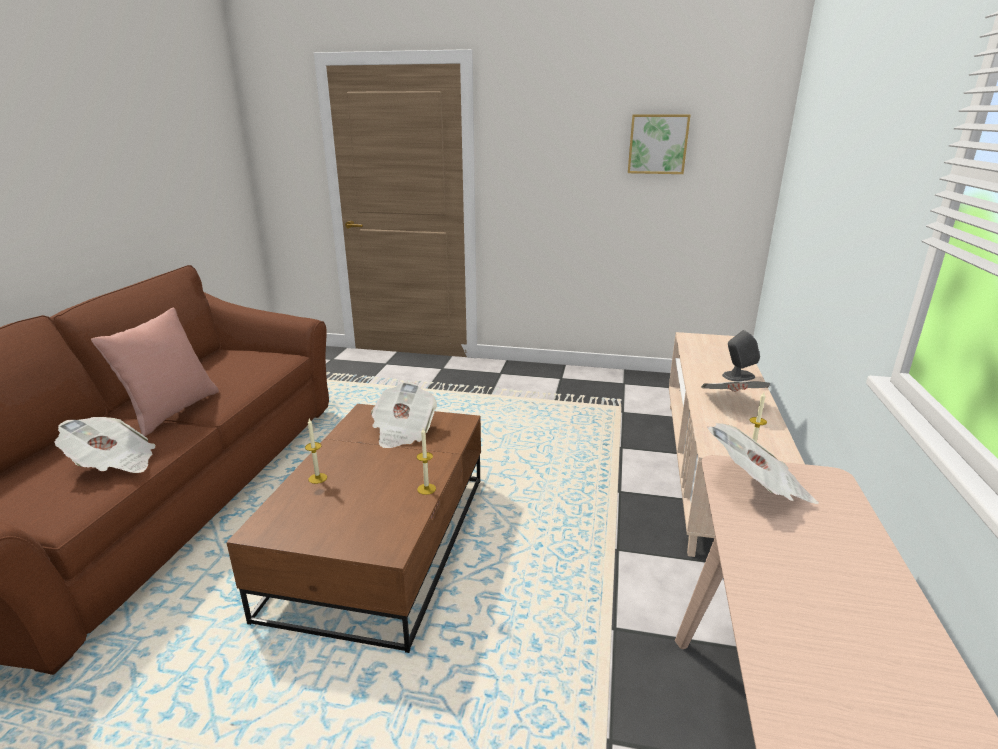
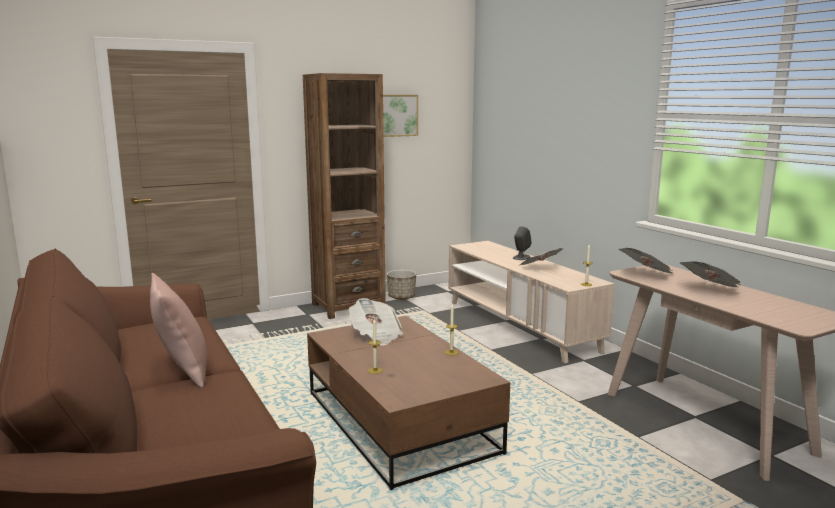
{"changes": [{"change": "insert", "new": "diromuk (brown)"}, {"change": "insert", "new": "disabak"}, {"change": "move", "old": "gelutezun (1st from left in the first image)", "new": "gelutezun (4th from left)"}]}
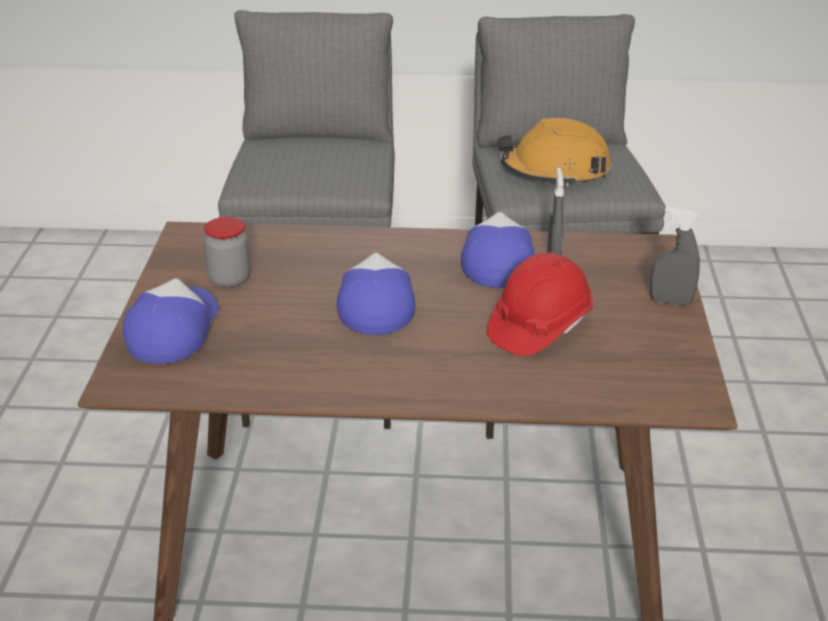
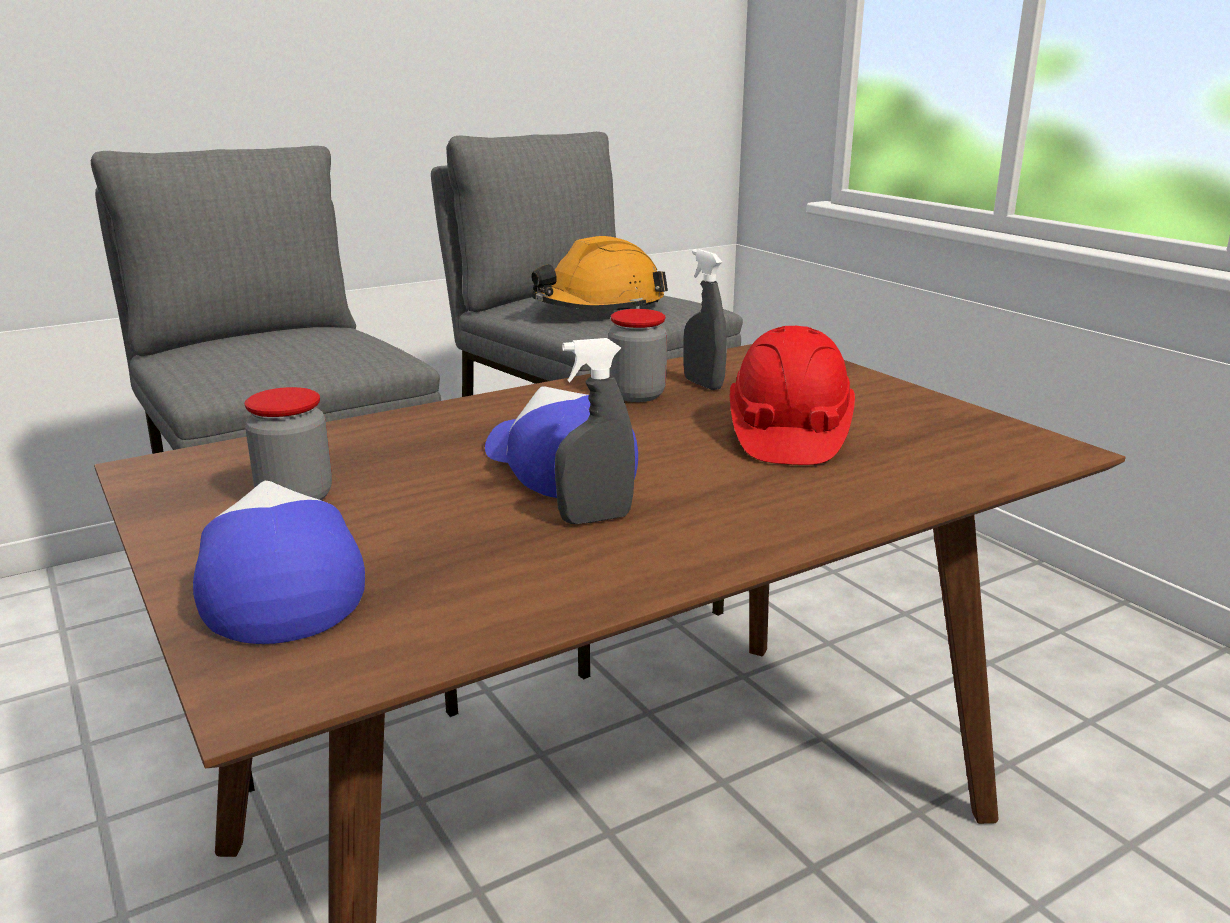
{"changes": [{"change": "move", "old": "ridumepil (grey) (2nd from left in the first image)", "new": "ridumepil (grey) (1st from left)"}, {"change": "replace", "old": "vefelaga (3rd from left)", "new": "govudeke (2nd from left)"}]}
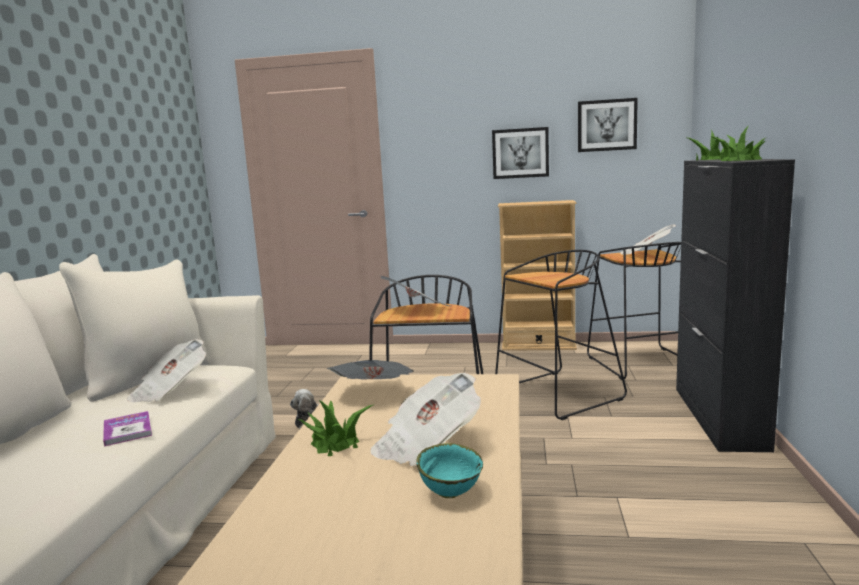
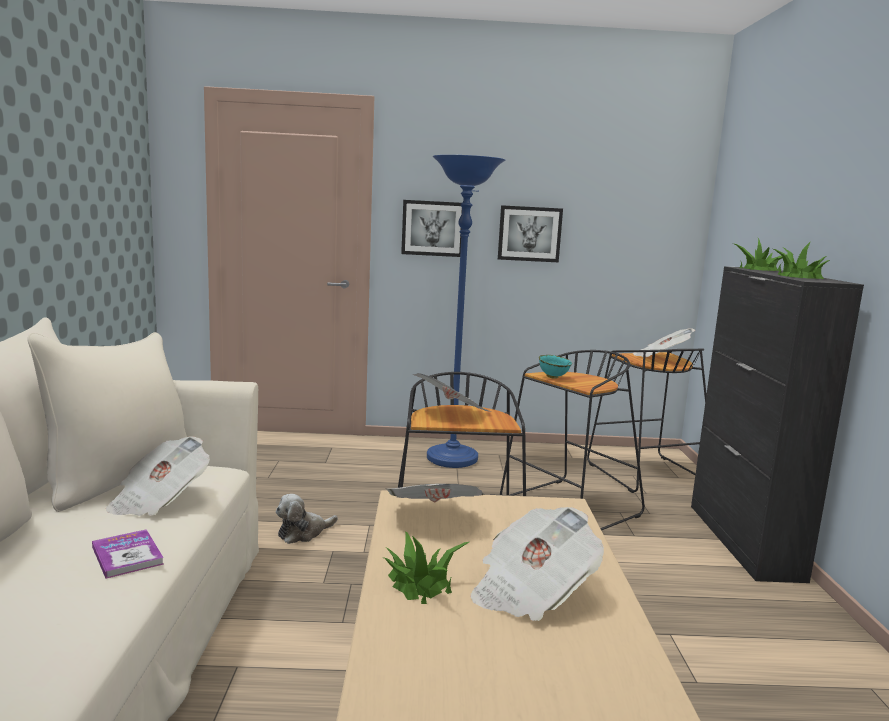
{"changes": [{"change": "move", "old": "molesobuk (2nd from left in the first image)", "new": "molesobuk (1st from left)"}, {"change": "insert", "new": "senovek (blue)"}, {"change": "move", "old": "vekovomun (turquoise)"}, {"change": "delete", "old": "diromuk (beige)"}]}
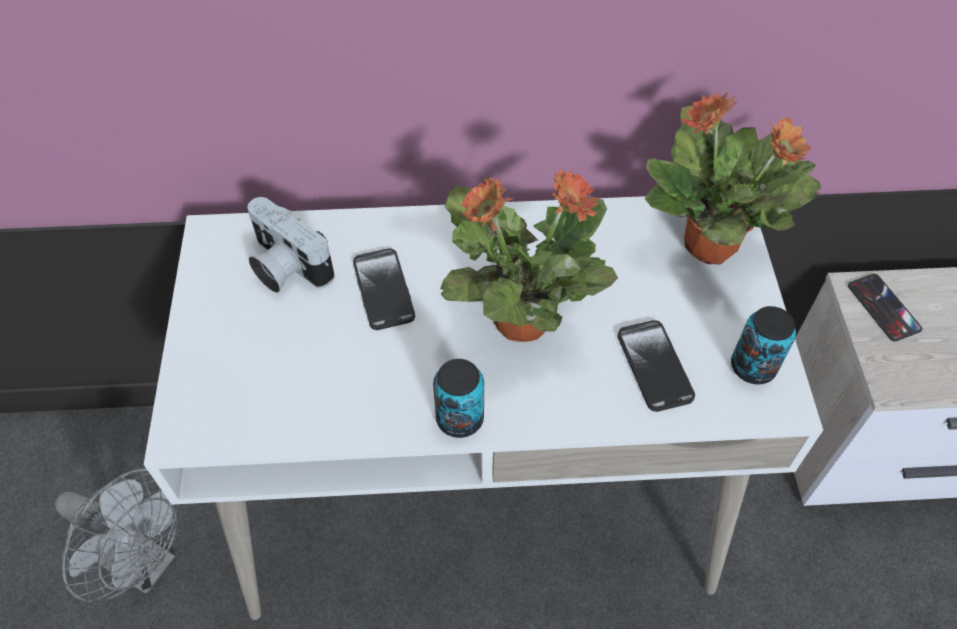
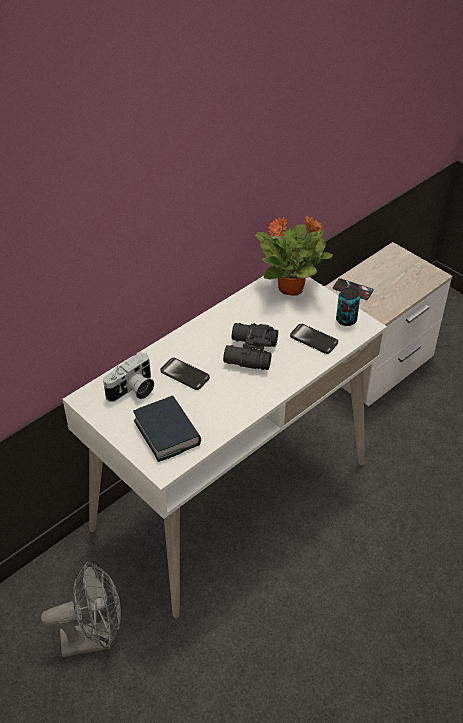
{"changes": [{"change": "rotate", "old": "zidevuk", "degrees": -45}, {"change": "insert", "new": "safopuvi"}, {"change": "replace", "old": "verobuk (1st from left)", "new": "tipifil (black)"}, {"change": "delete", "old": "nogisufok (1st from left)"}]}
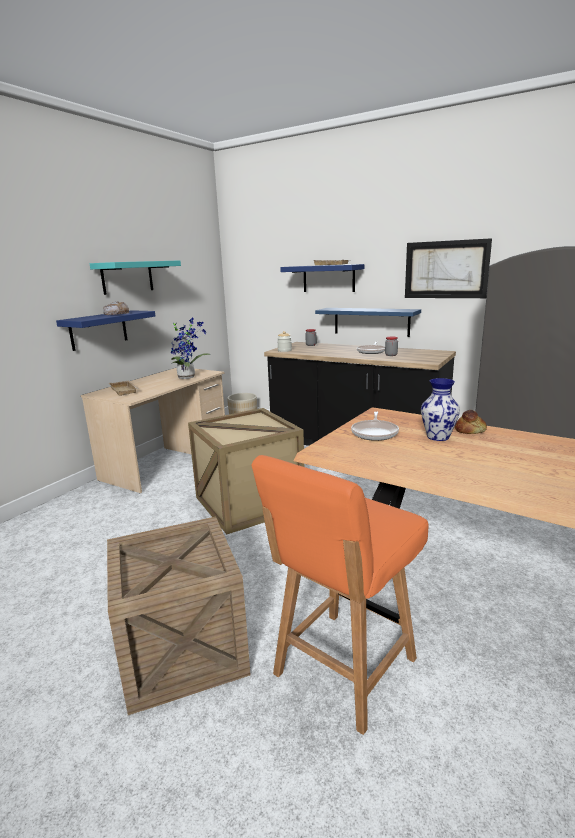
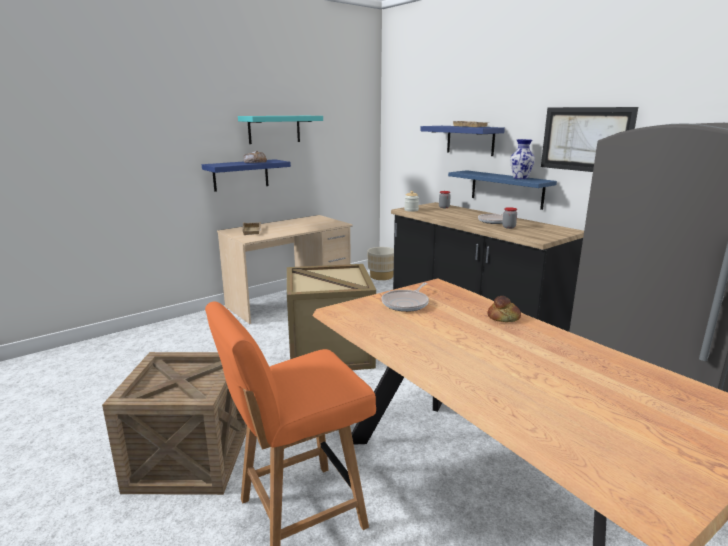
{"changes": [{"change": "move", "old": "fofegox"}, {"change": "delete", "old": "verobuk"}]}
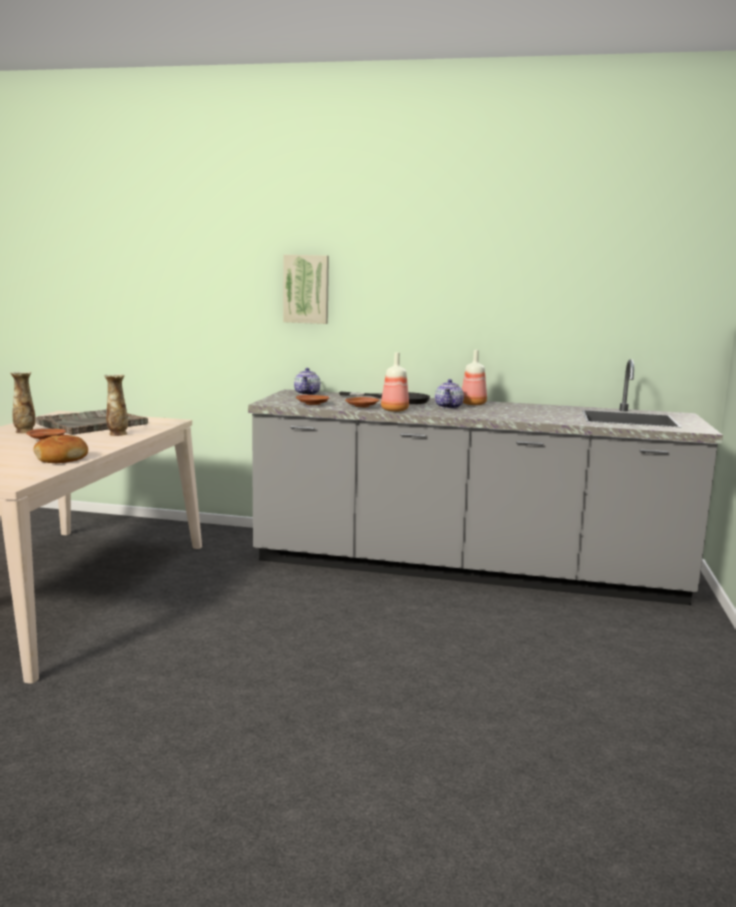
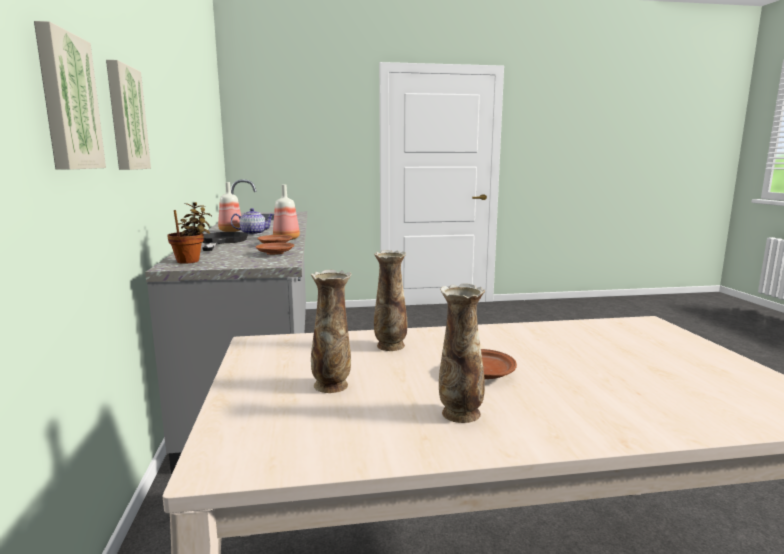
{"changes": [{"change": "insert", "new": "molesobuk (1st from left)"}, {"change": "replace", "old": "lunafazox (1st from left)", "new": "verobuk"}, {"change": "replace", "old": "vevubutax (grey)", "new": "fofegox (1st from left)"}, {"change": "delete", "old": "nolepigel"}]}
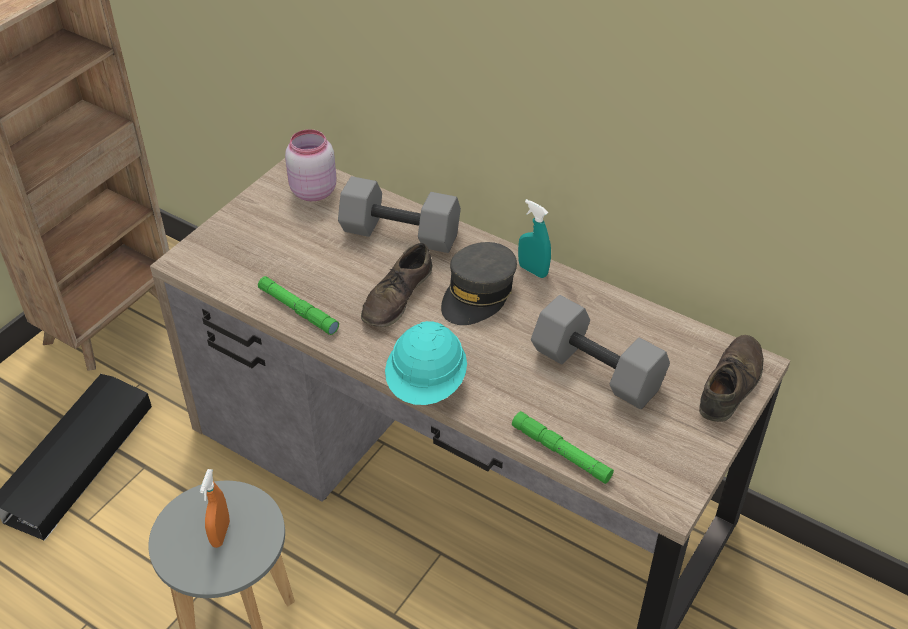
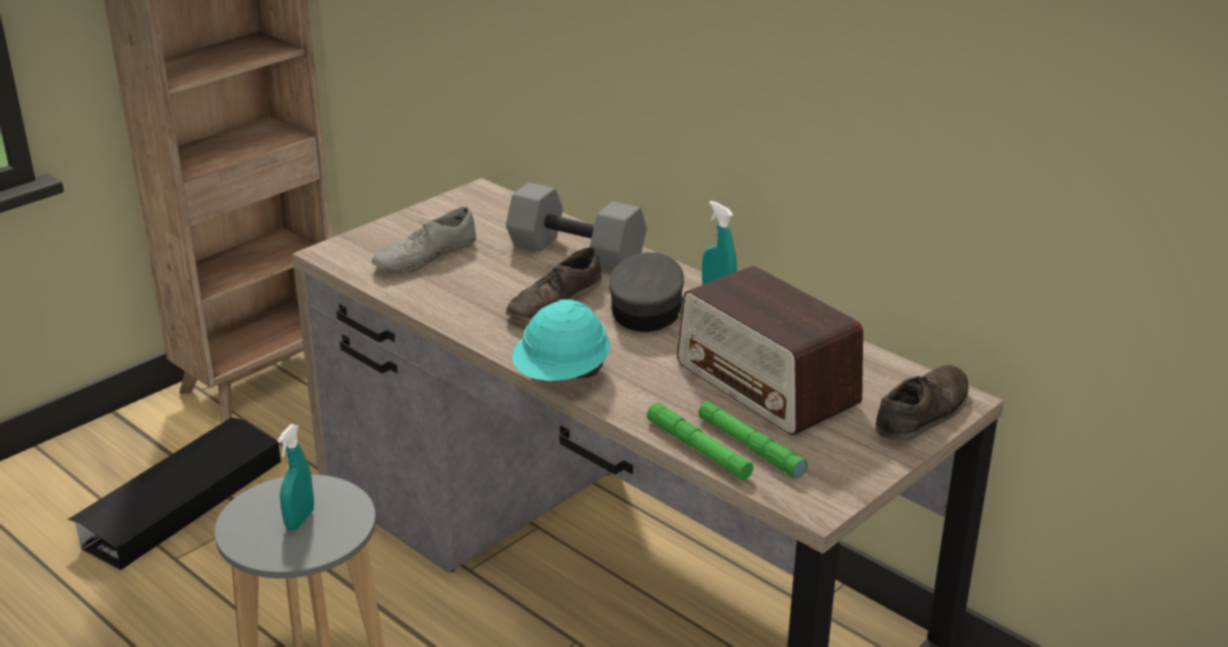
{"changes": [{"change": "recolor", "old": "ridumepil (orange)", "new": "ridumepil (turquoise) (1st from left)"}, {"change": "insert", "new": "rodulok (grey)"}, {"change": "rotate", "old": "vefelaga (grey)", "degrees": 150}, {"change": "replace", "old": "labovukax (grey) (2nd from left)", "new": "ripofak"}, {"change": "move", "old": "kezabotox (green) (1st from left in the first image)", "new": "kezabotox (green) (2nd from left)"}, {"change": "delete", "old": "govudeke (pink)"}]}
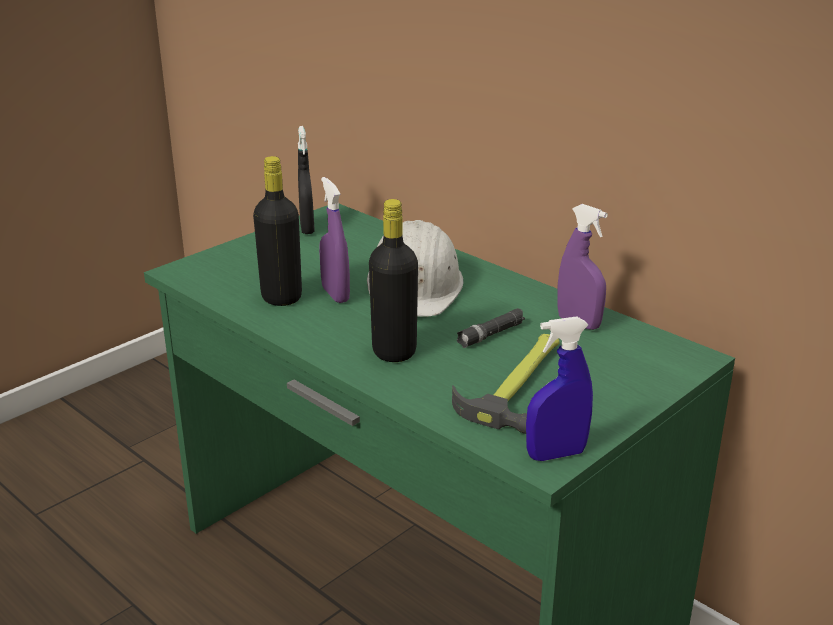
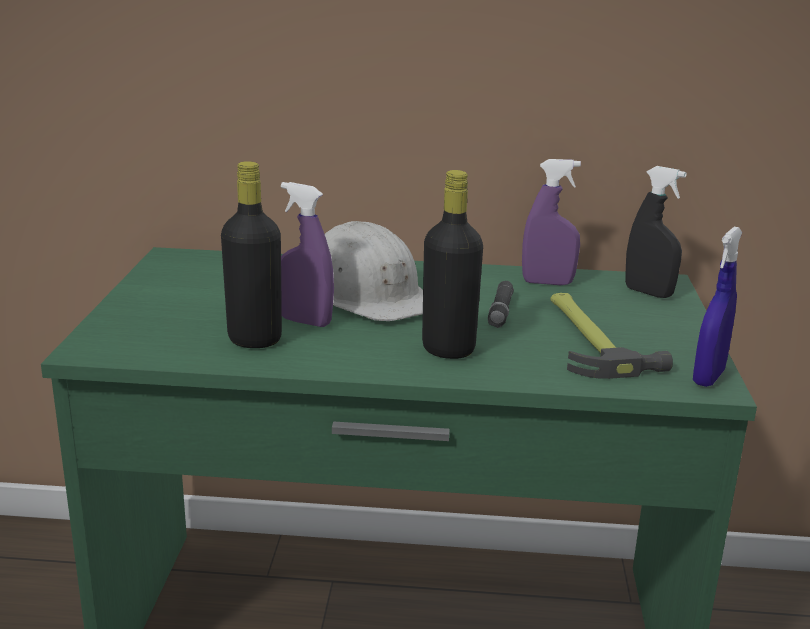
{"changes": [{"change": "move", "old": "ridumepil (black)"}]}
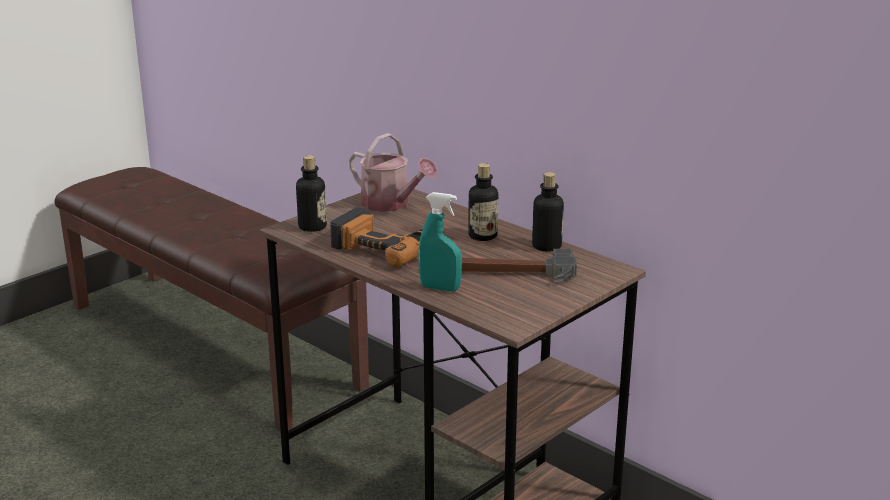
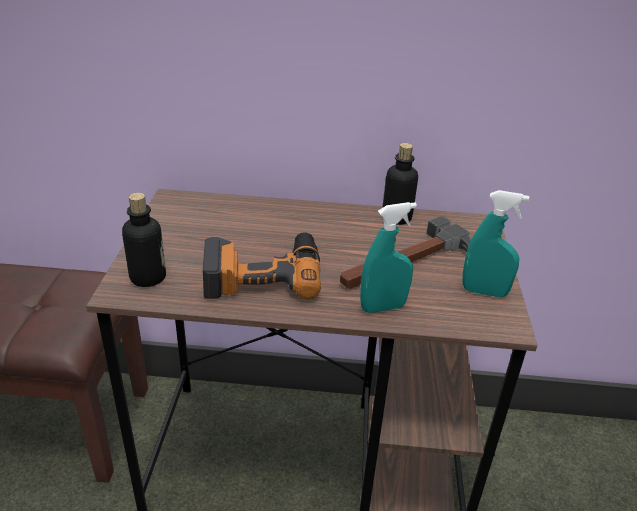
{"changes": [{"change": "insert", "new": "ridumepil (turquoise) (2nd from left)"}, {"change": "delete", "old": "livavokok"}, {"change": "delete", "old": "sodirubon (2nd from left)"}]}
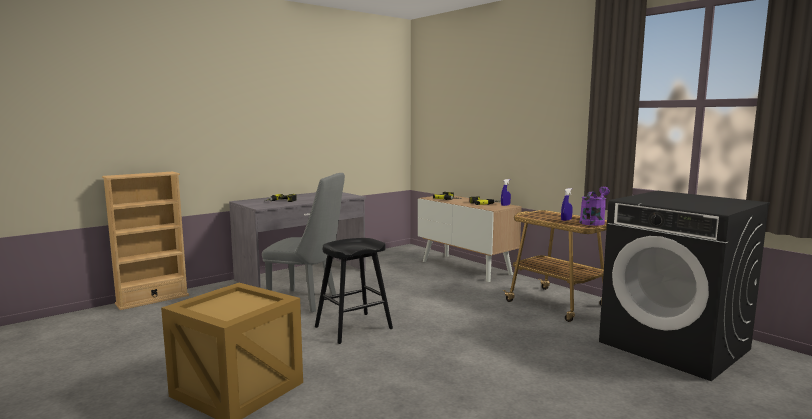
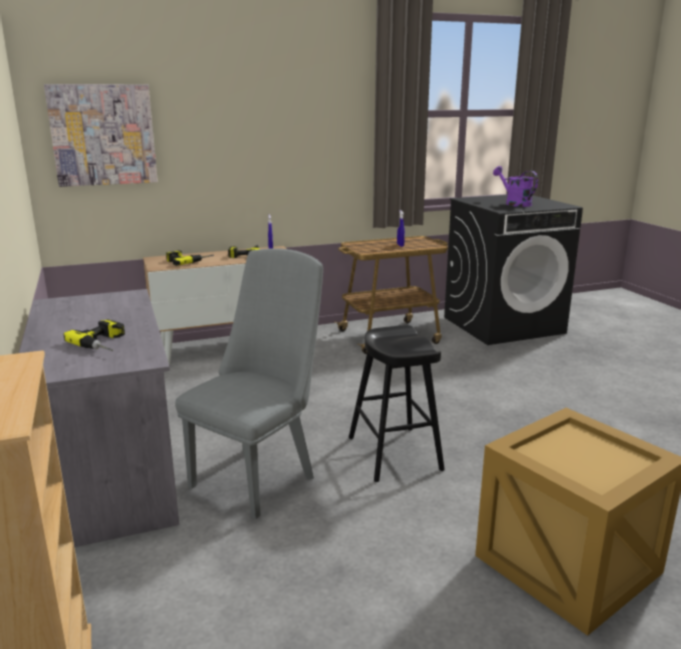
{"changes": [{"change": "insert", "new": "molesobuk"}, {"change": "move", "old": "livavokok (purple)"}]}
